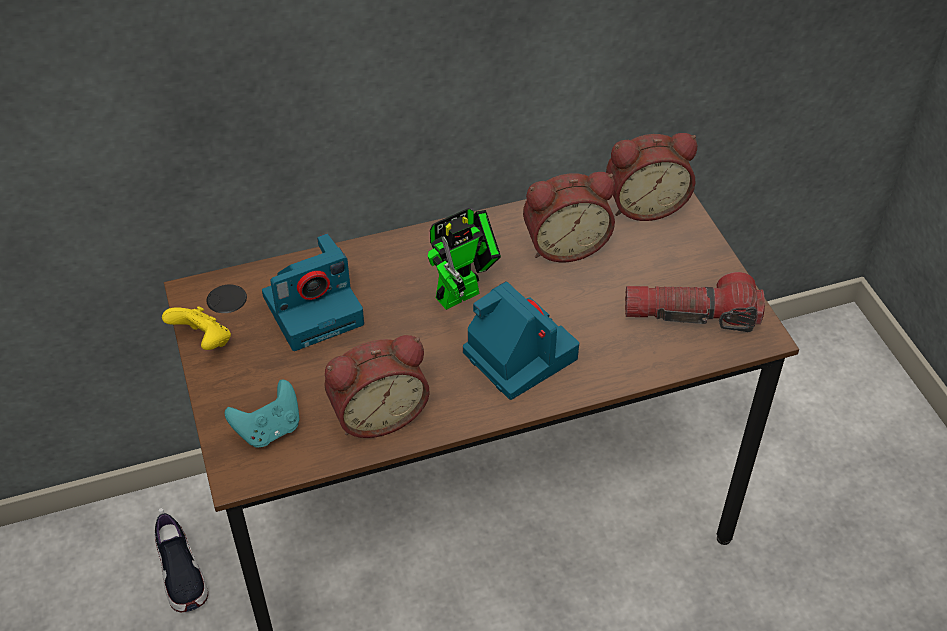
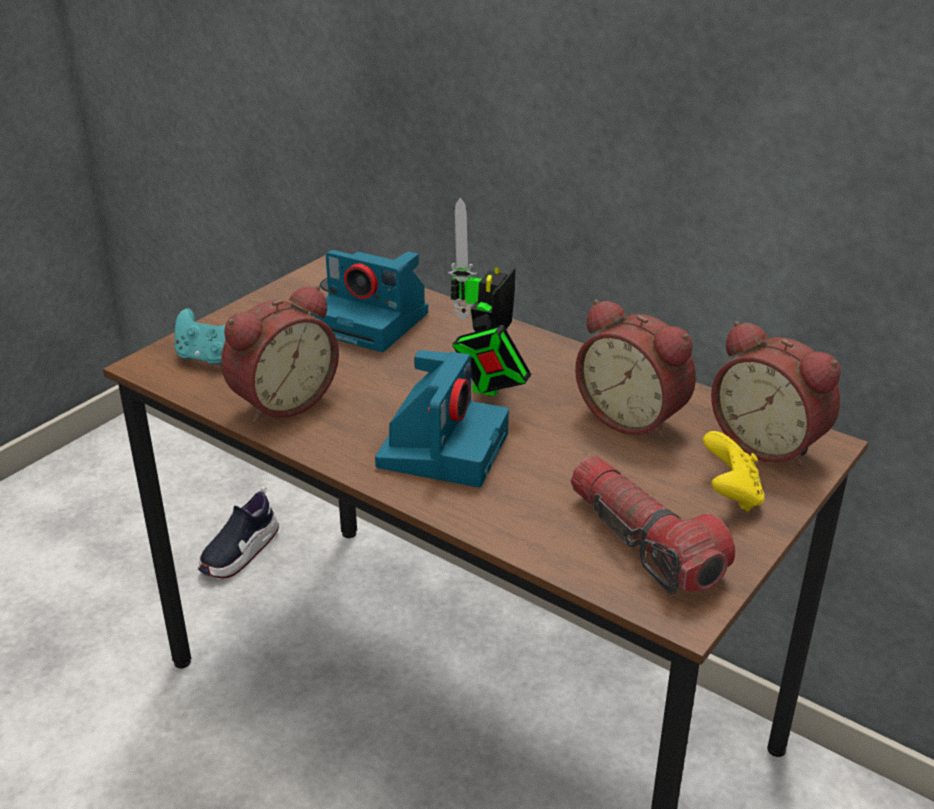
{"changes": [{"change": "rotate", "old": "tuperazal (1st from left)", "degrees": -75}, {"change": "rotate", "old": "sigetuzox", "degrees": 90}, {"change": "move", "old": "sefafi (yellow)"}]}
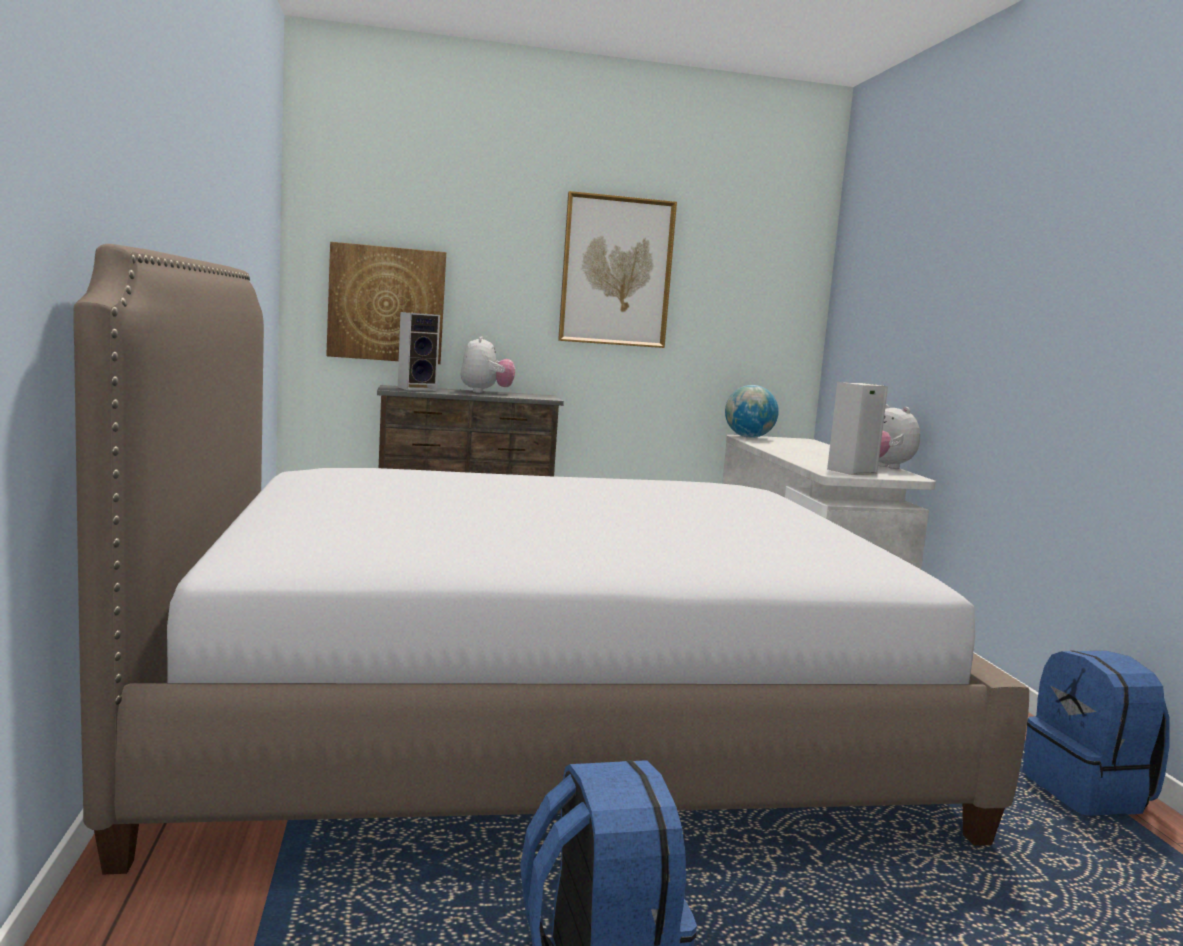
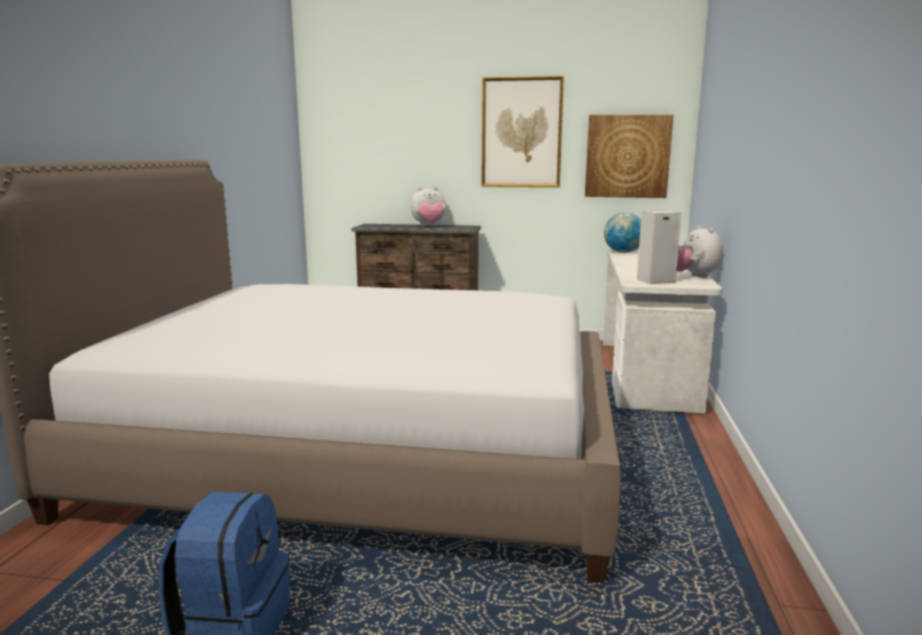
{"changes": [{"change": "rotate", "old": "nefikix (1st from left)", "degrees": 60}, {"change": "move", "old": "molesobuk (1st from left in the first image)", "new": "molesobuk (2nd from left)"}, {"change": "delete", "old": "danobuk (1st from left)"}, {"change": "delete", "old": "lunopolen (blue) (2nd from left)"}]}
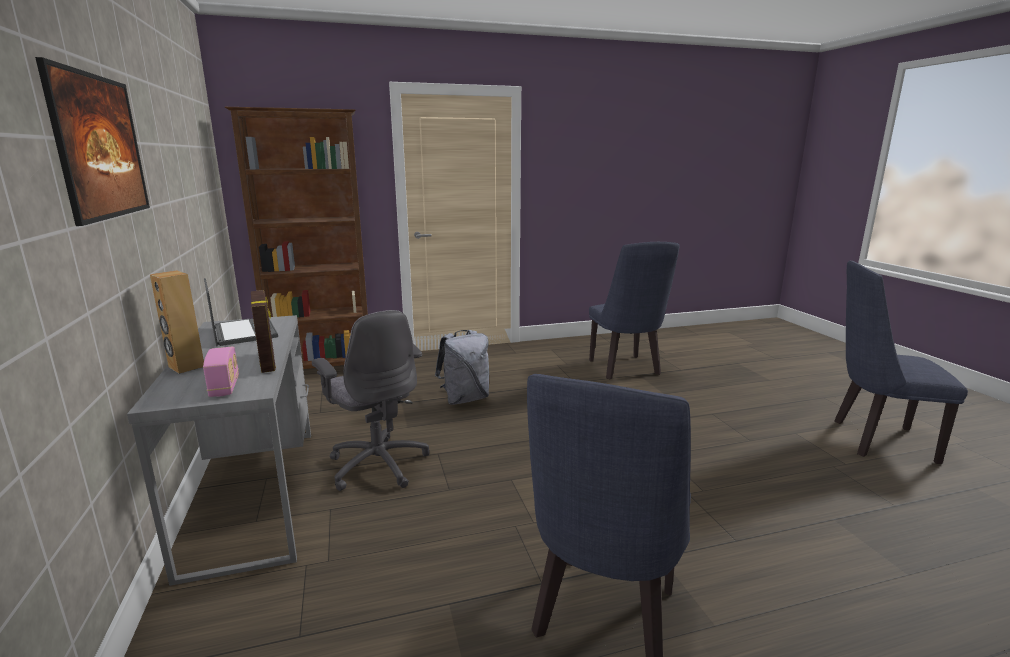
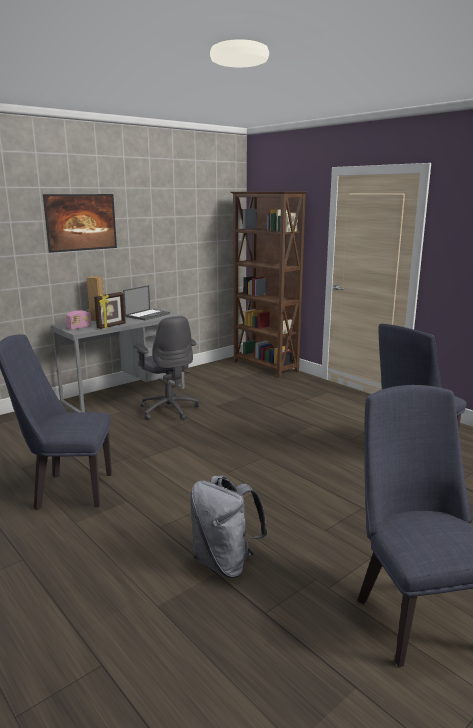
{"changes": [{"change": "rotate", "old": "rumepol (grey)", "degrees": -60}, {"change": "move", "old": "lunopolen (grey)"}]}
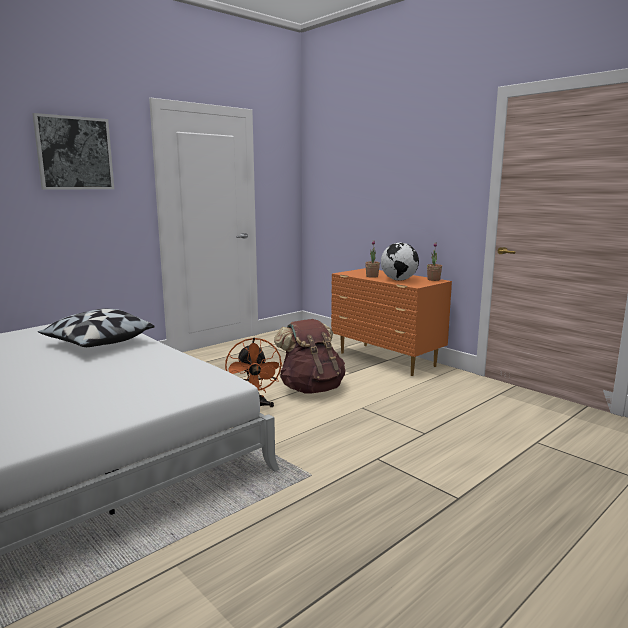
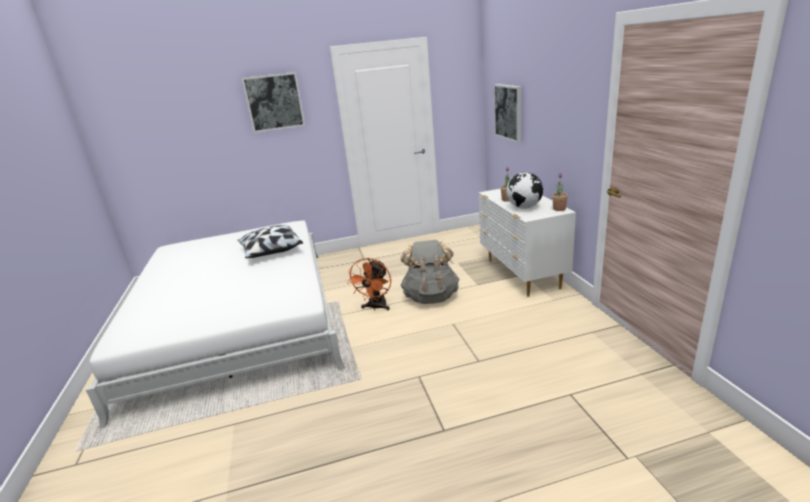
{"changes": [{"change": "recolor", "old": "lunopolen (brown)", "new": "lunopolen (grey)"}, {"change": "recolor", "old": "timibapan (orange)", "new": "timibapan (white)"}, {"change": "insert", "new": "molesobuk (2nd from left)"}]}
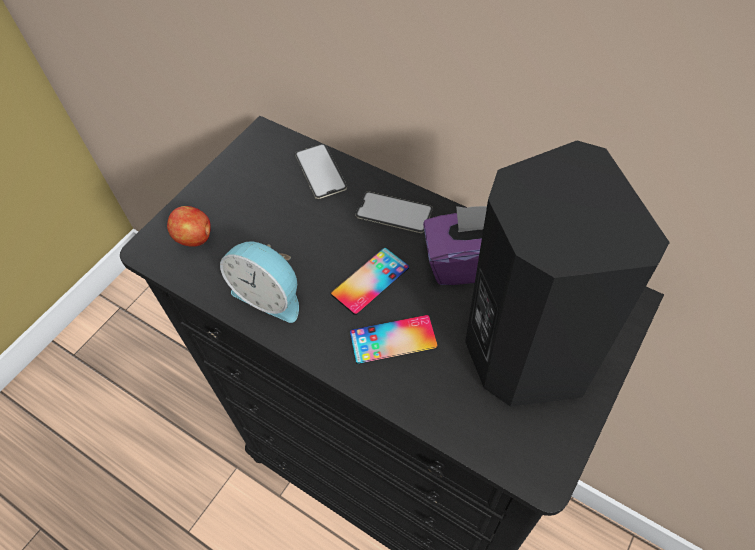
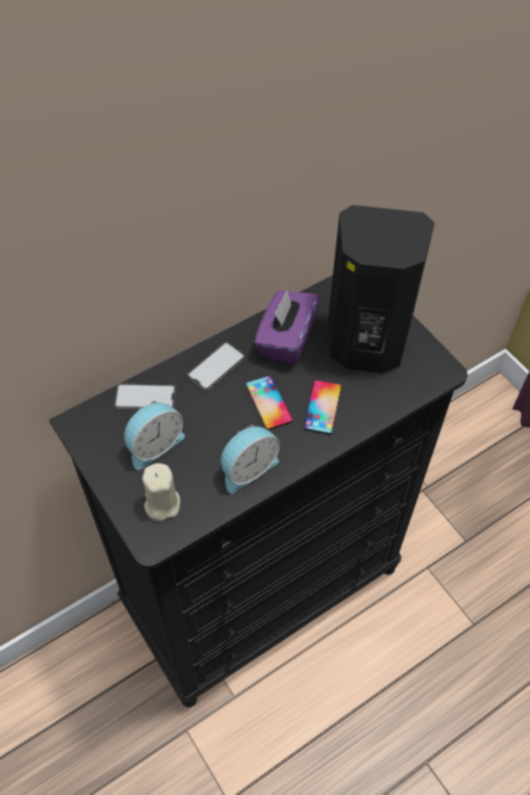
{"changes": [{"change": "insert", "new": "tuperazal (1st from left)"}, {"change": "replace", "old": "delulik", "new": "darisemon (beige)"}]}
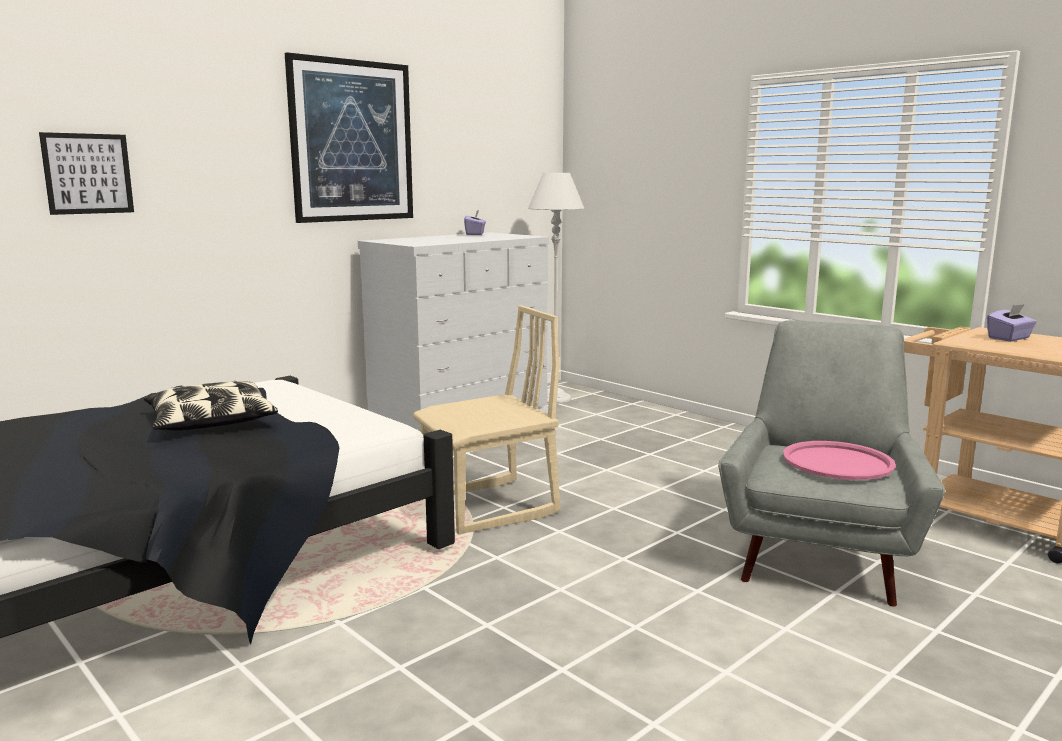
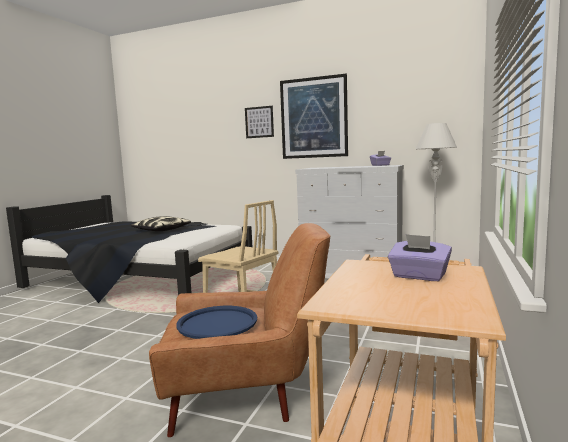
{"changes": [{"change": "recolor", "old": "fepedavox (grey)", "new": "fepedavox (brown)"}, {"change": "recolor", "old": "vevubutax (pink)", "new": "vevubutax (blue)"}, {"change": "move", "old": "molesobuk (1st from left)"}]}
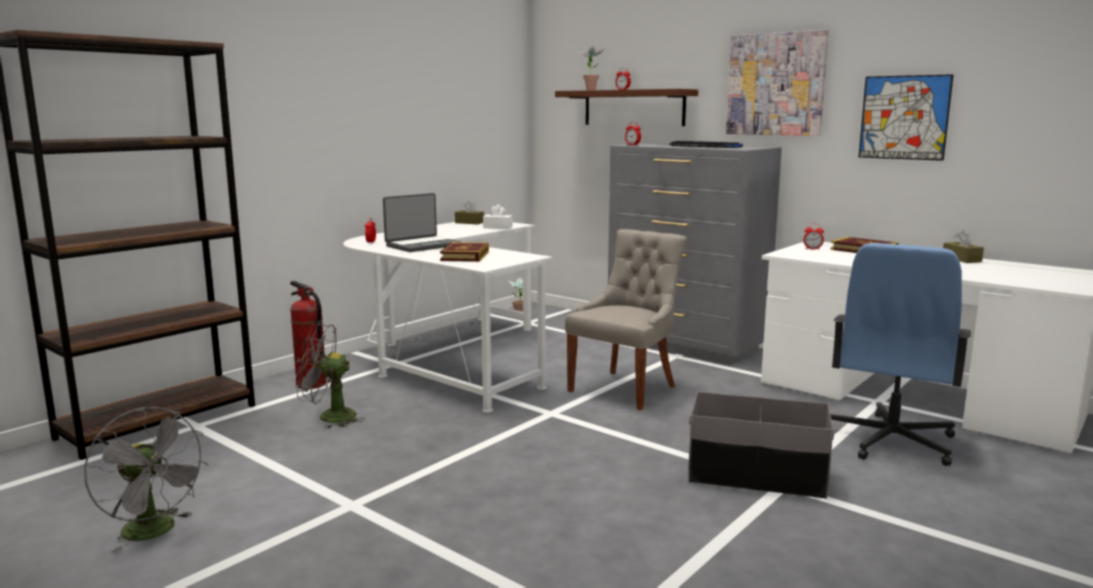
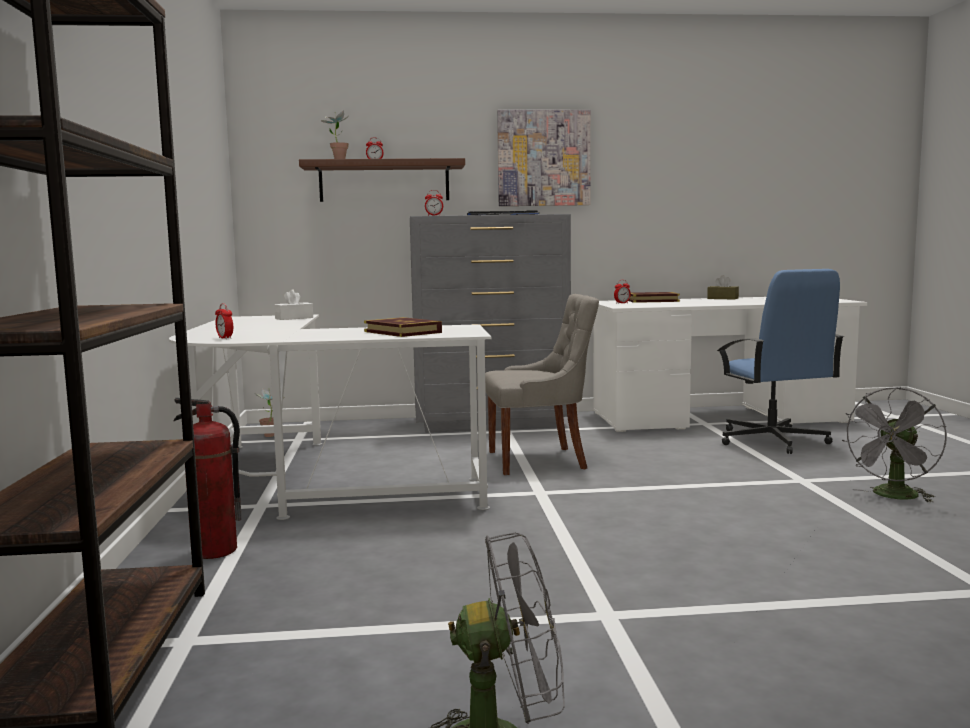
{"changes": [{"change": "rotate", "old": "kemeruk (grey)", "degrees": 90}, {"change": "move", "old": "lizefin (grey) (2nd from left)"}, {"change": "delete", "old": "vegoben"}, {"change": "delete", "old": "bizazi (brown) (1st from left)"}, {"change": "delete", "old": "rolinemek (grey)"}, {"change": "delete", "old": "molesobuk (2nd from left)"}]}
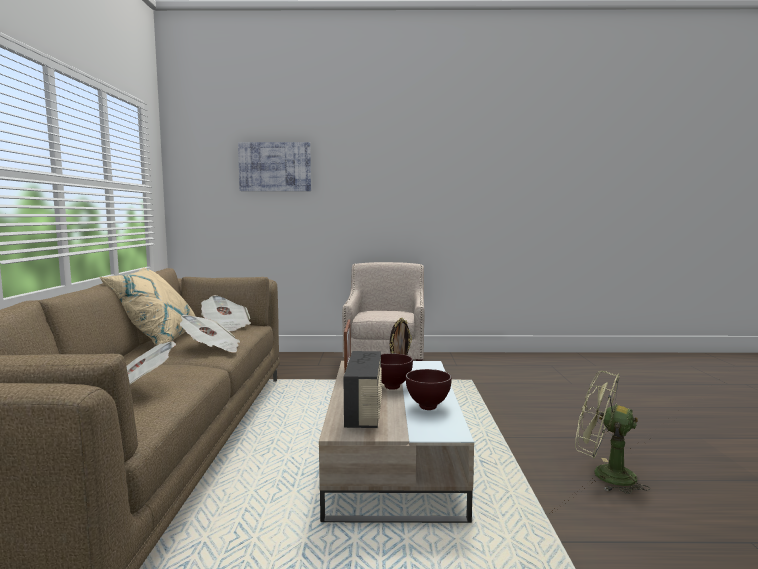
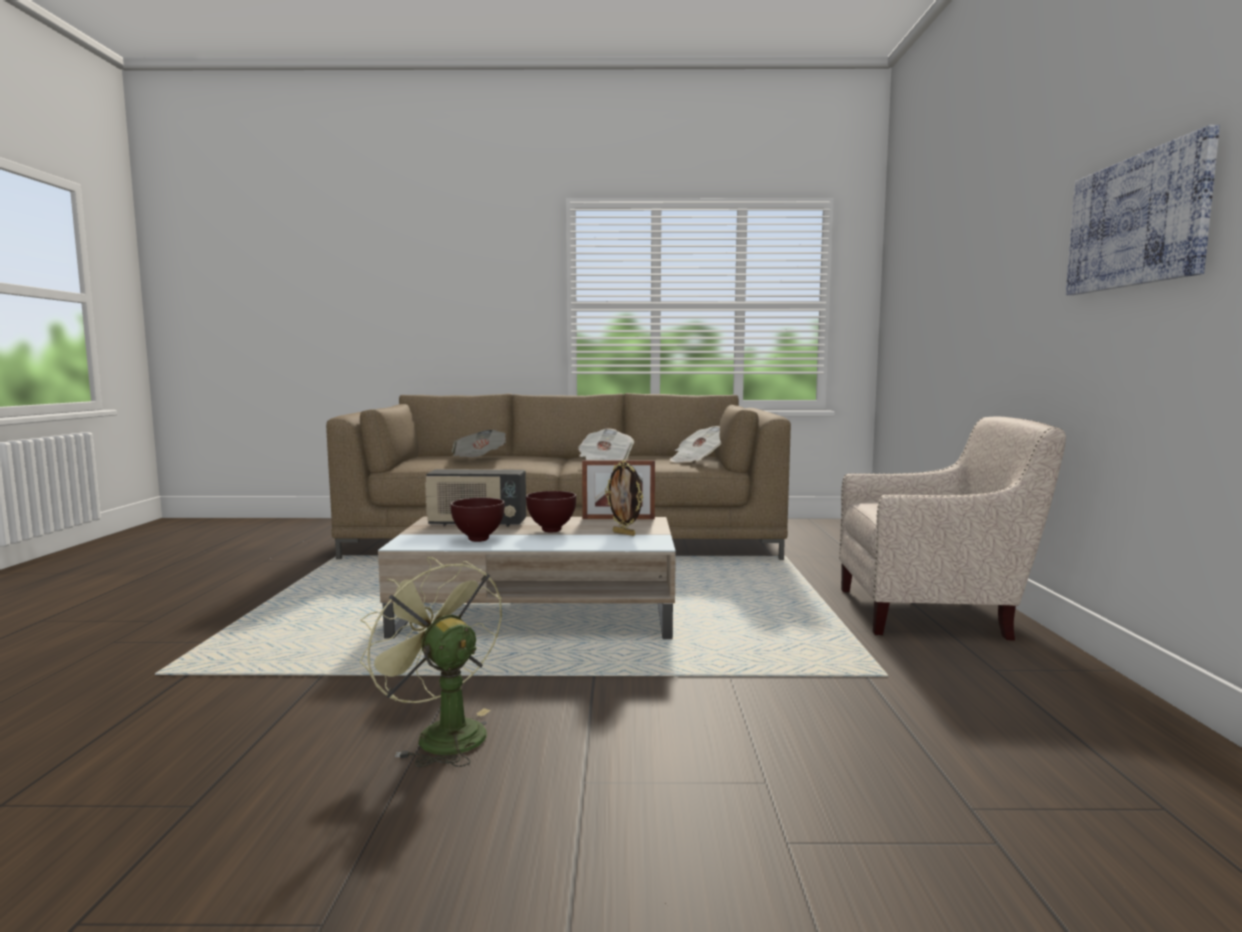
{"changes": [{"change": "rotate", "old": "lizefin (green)", "degrees": -75}, {"change": "move", "old": "molesobuk"}, {"change": "delete", "old": "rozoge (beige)"}]}
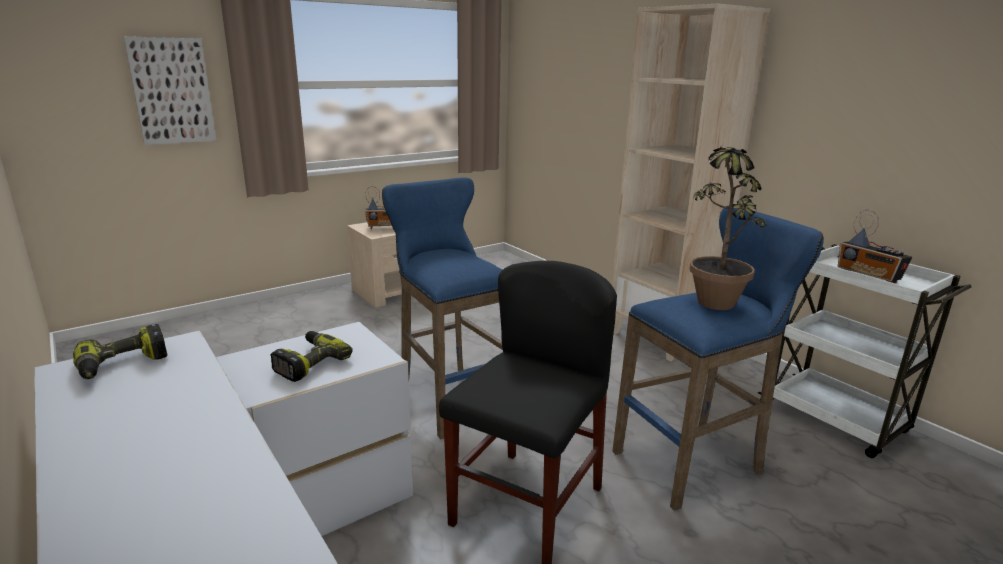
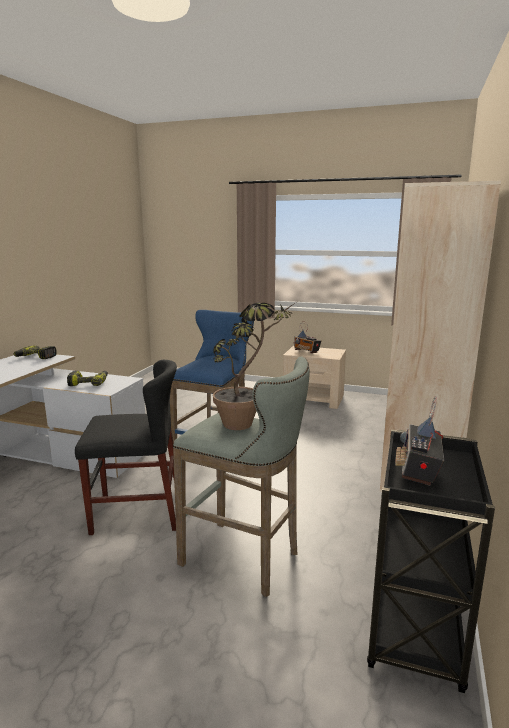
{"changes": [{"change": "recolor", "old": "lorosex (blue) (2nd from left)", "new": "lorosex (grey)"}, {"change": "recolor", "old": "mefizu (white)", "new": "mefizu (black)"}, {"change": "delete", "old": "molesobuk"}]}
